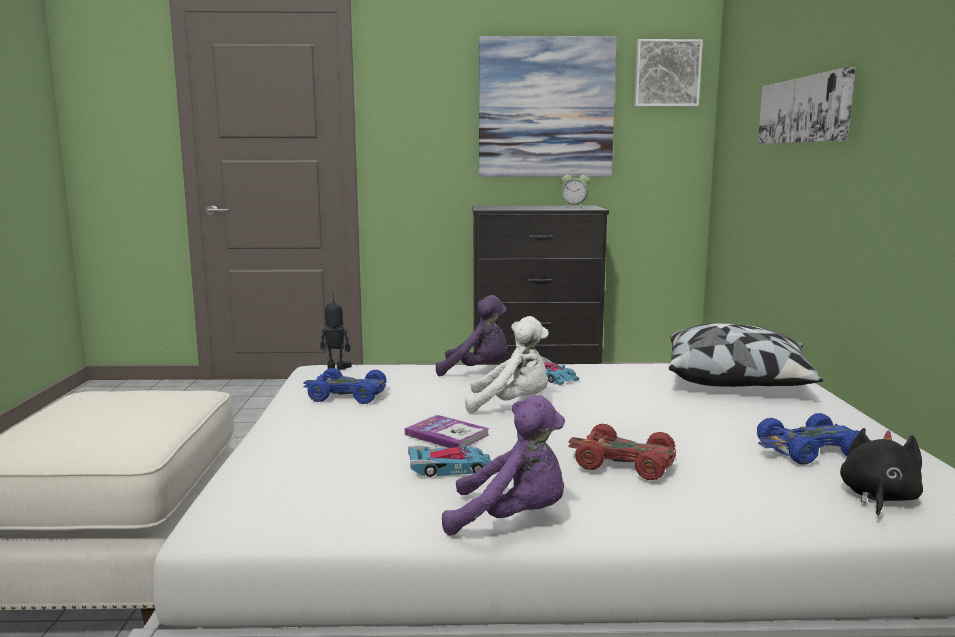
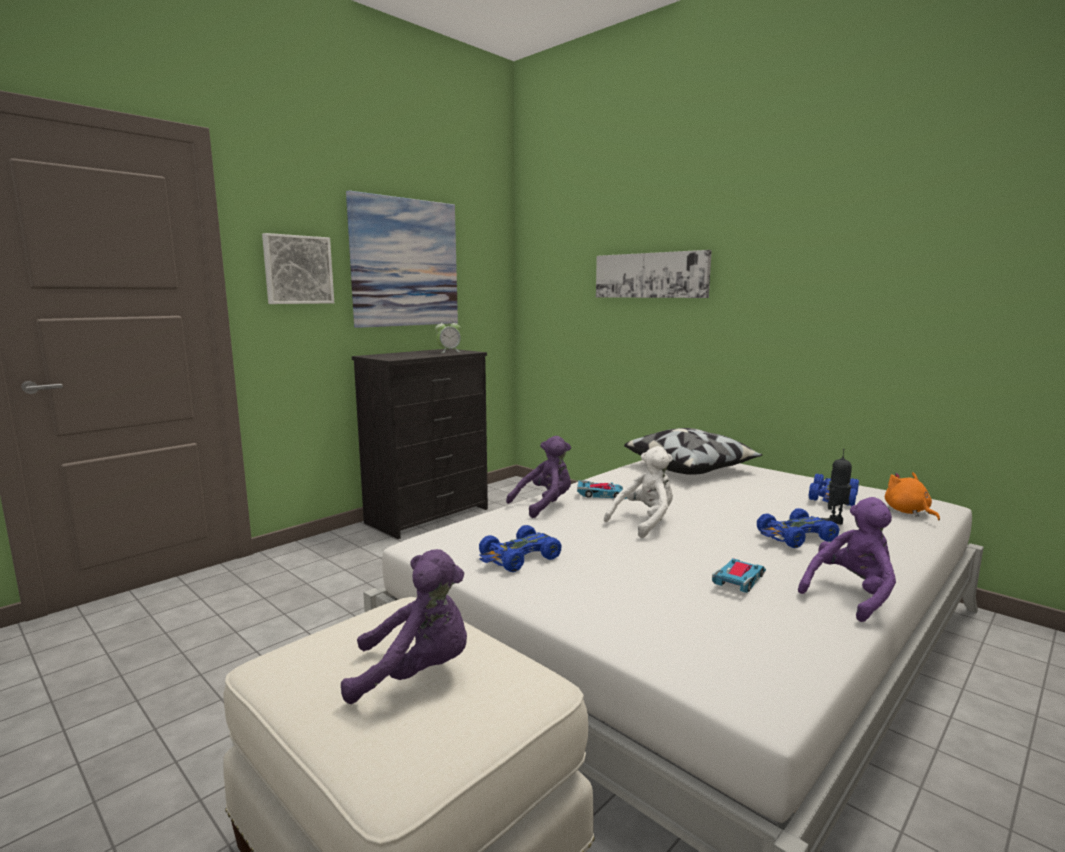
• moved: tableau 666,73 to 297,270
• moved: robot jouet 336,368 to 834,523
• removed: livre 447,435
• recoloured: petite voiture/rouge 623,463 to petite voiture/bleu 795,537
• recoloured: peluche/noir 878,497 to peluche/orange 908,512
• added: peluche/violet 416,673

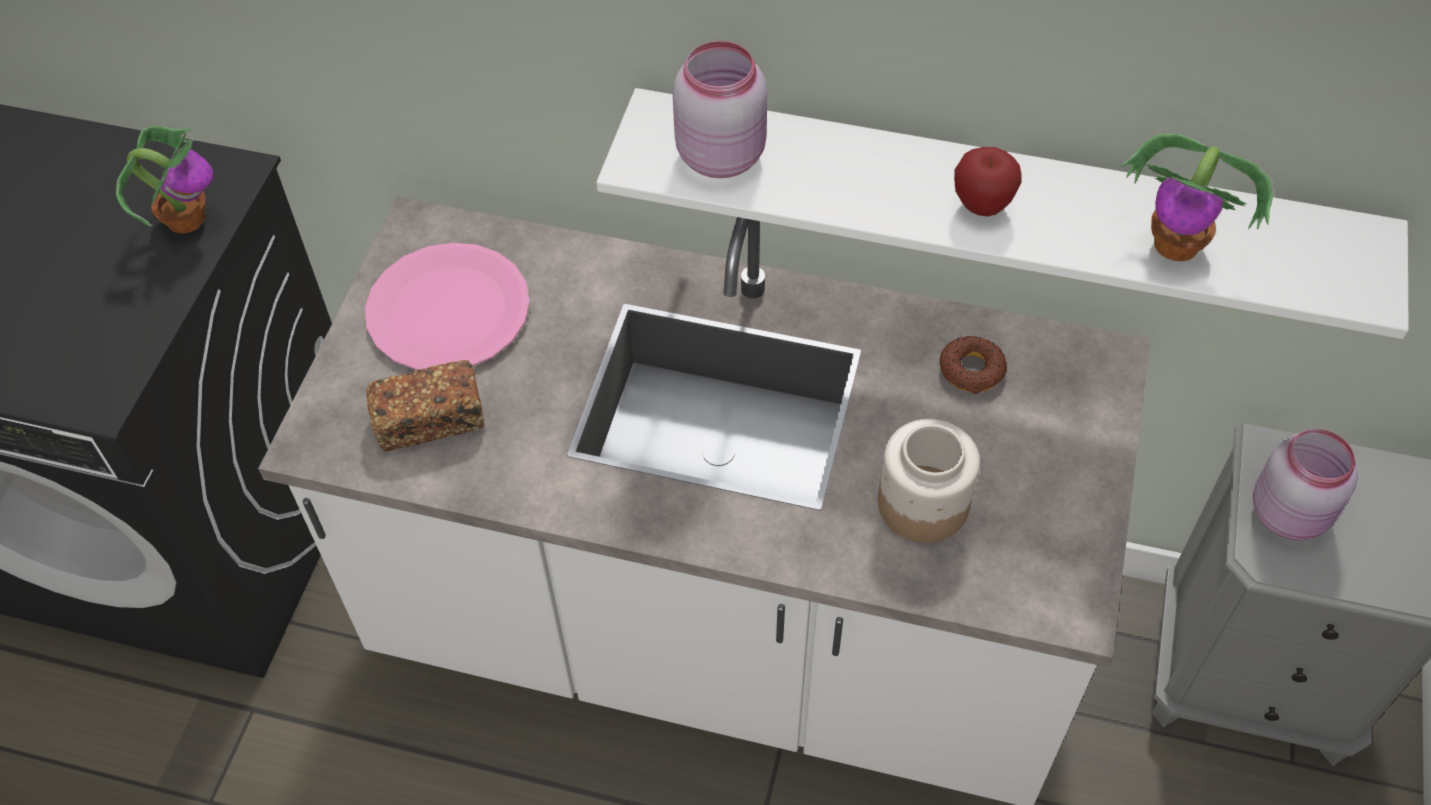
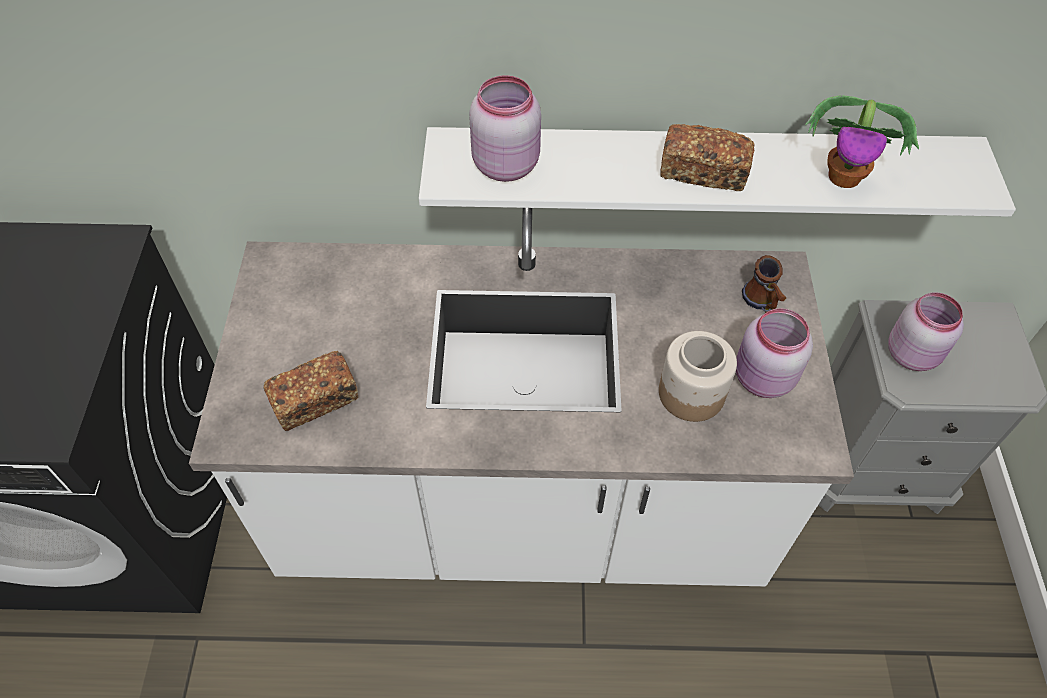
• removed: plante en pot 186,218
• replaced: pomme 982,206 to pain 703,171
• removed: assiette/rose 449,310
• removed: beignet 972,370
• added: mug 762,304
• added: bocal/rose 762,379

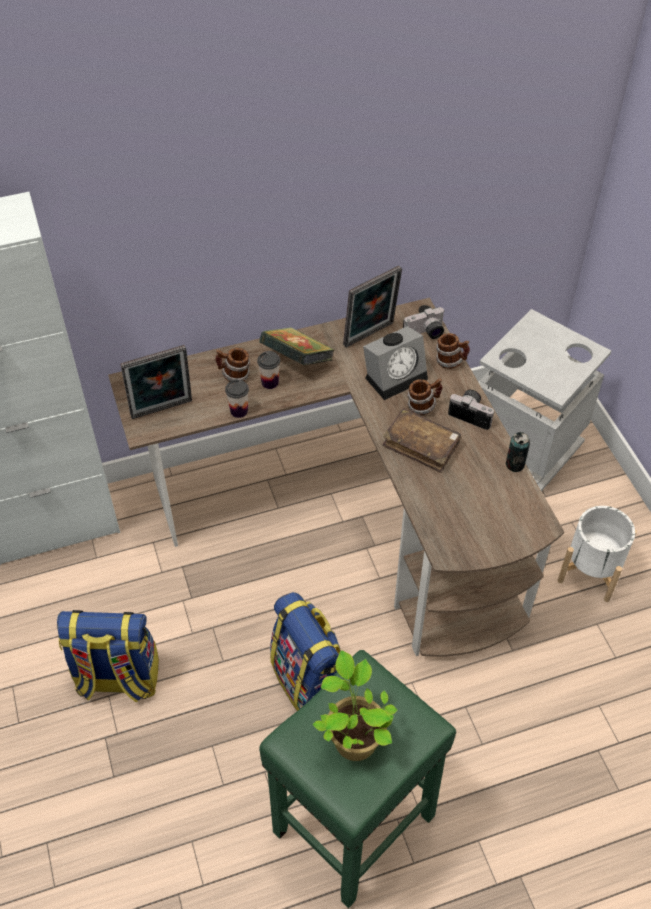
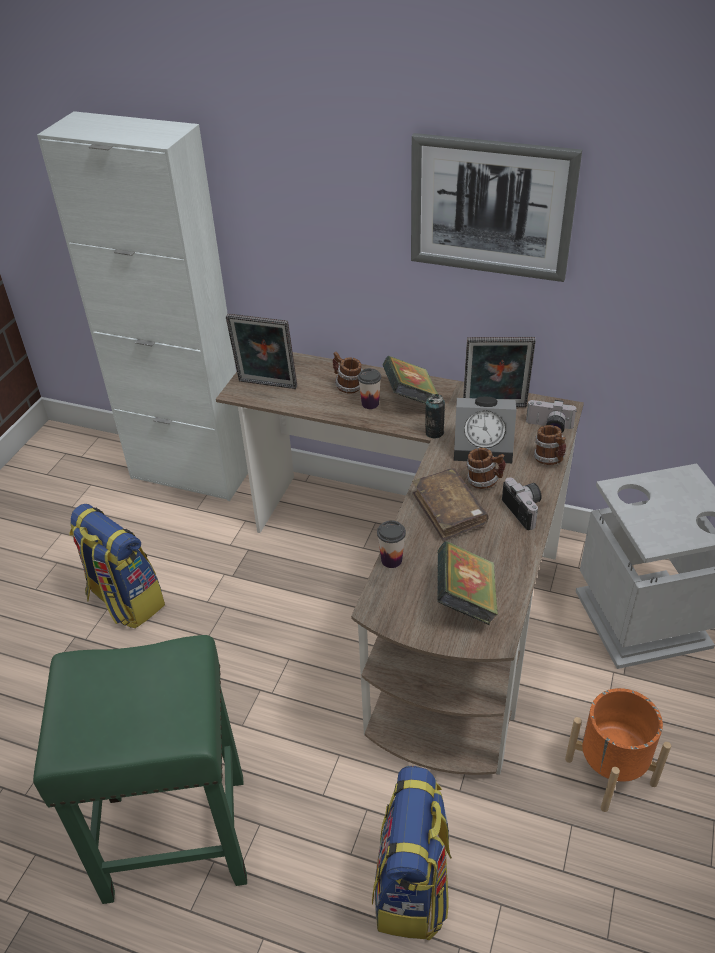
• moved: tasse 239,411 to 391,560
• moved: boîte métallique 515,464 to 434,432
• recoloured: cache-pot/blanc 590,571 to cache-pot/orange 610,771
• moved: sac à dos 309,682 to 413,888
• removed: plante en pot 354,738
• added: tableau 491,207
• added: livre 465,600

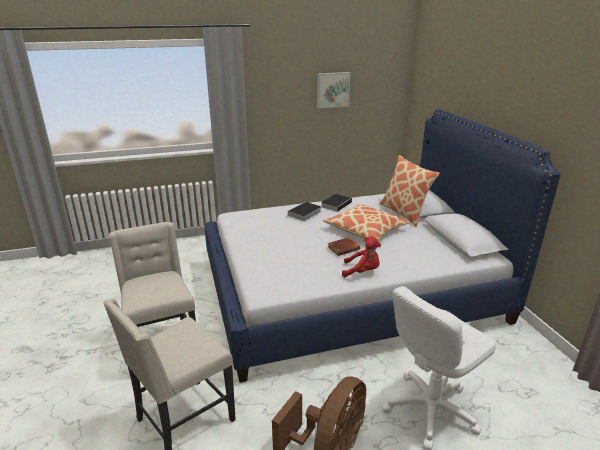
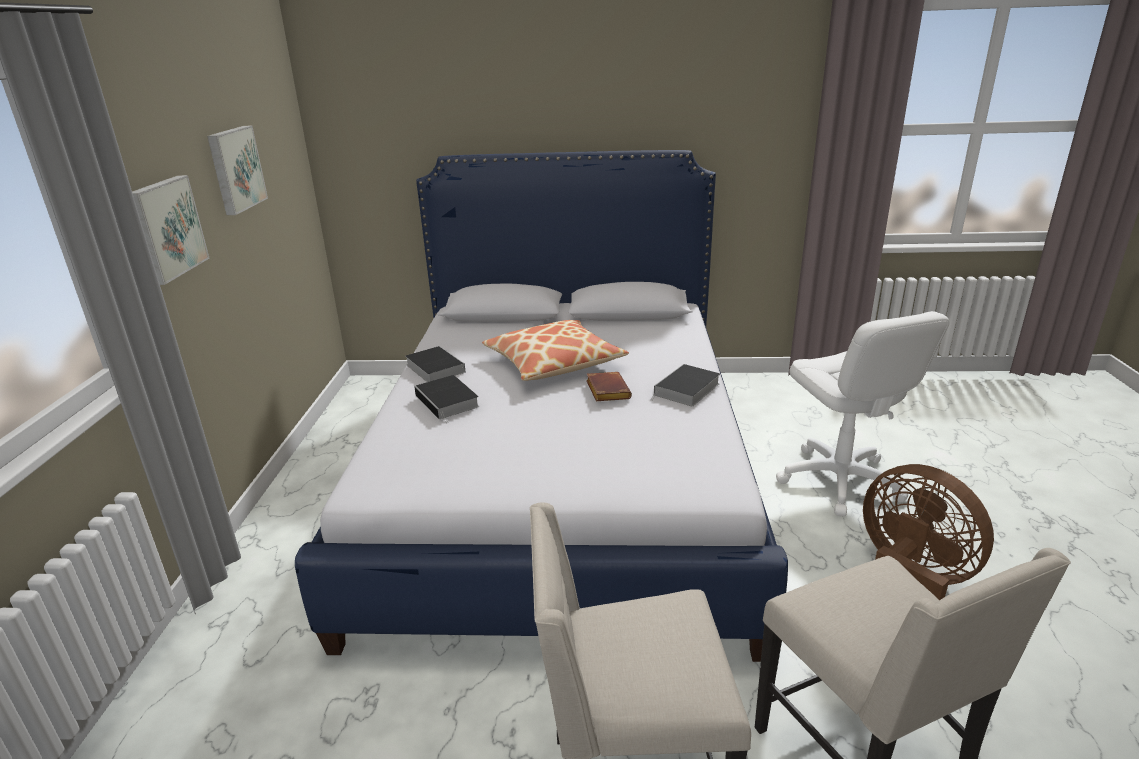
• removed: coussin 404,213
• replaced: peluche/rouge 362,272 to livre 686,390
• added: tableau 165,228

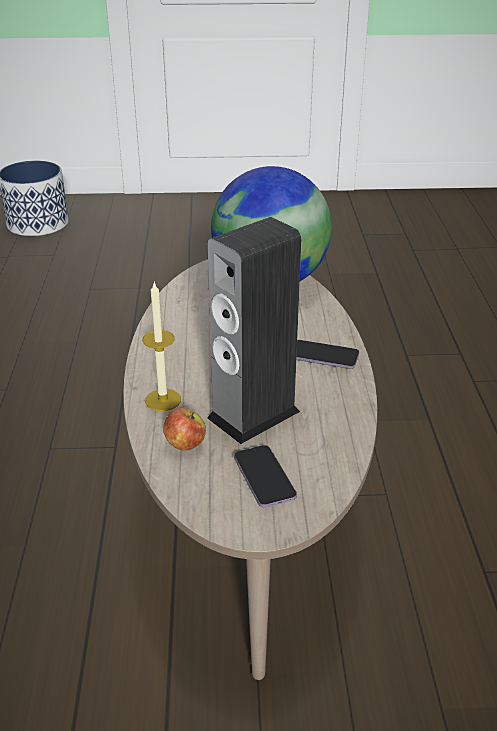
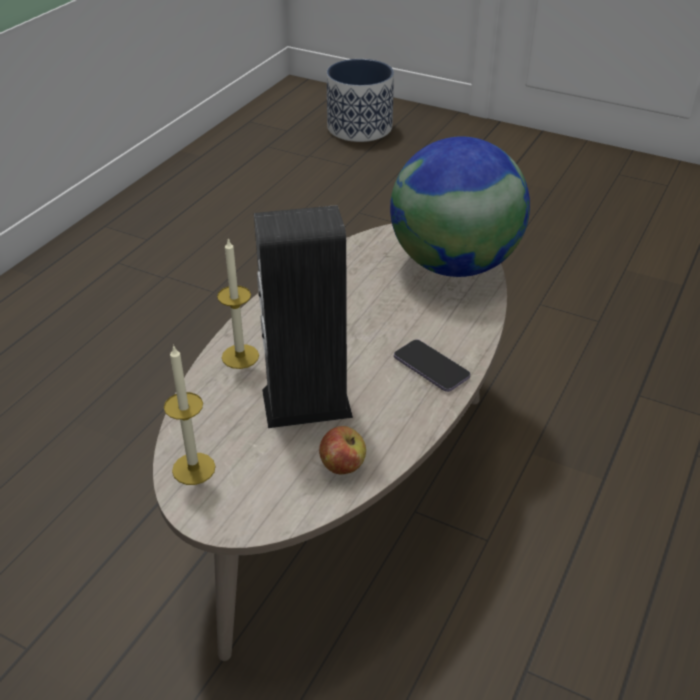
• moved: pomme 185,444 to 342,466
• removed: téléphone 264,478
• added: bougie 193,468

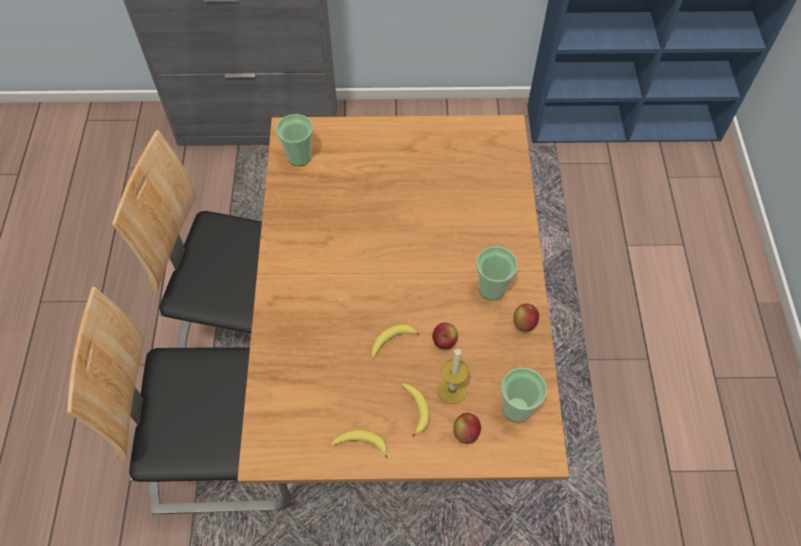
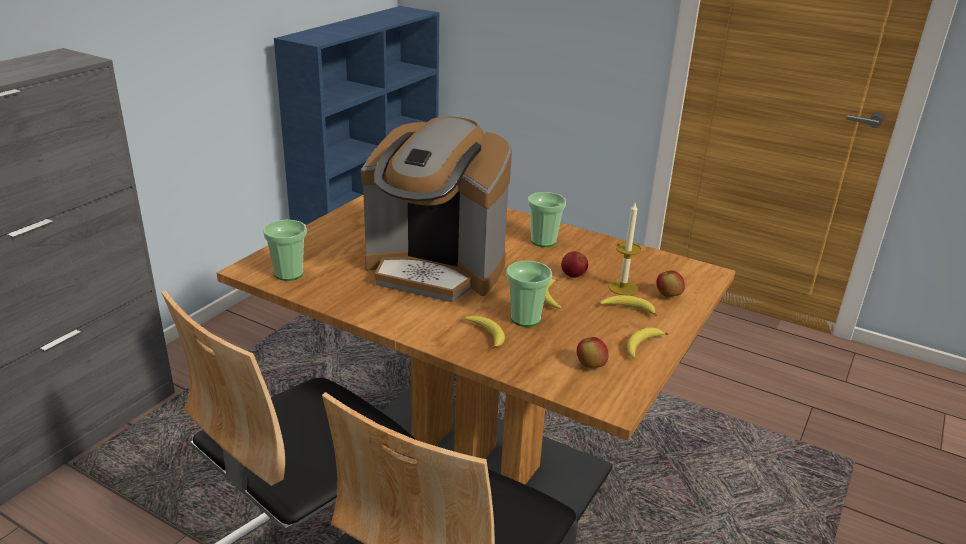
• moved: pomme 524,323 to 590,365
• moved: tasse 517,408 to 525,318
• added: machine à café 436,270
• added: banane 487,335

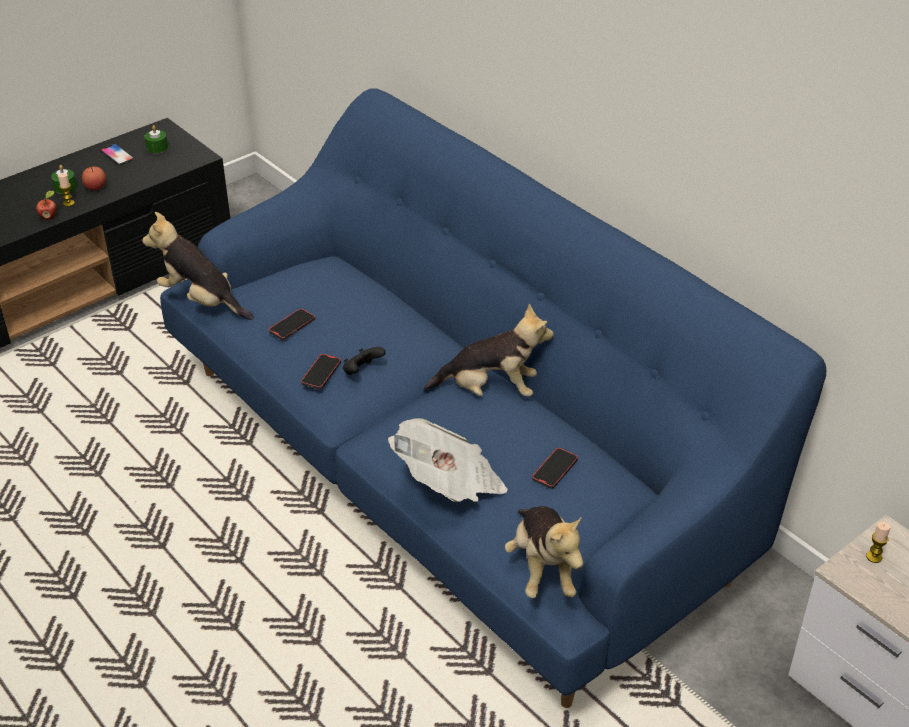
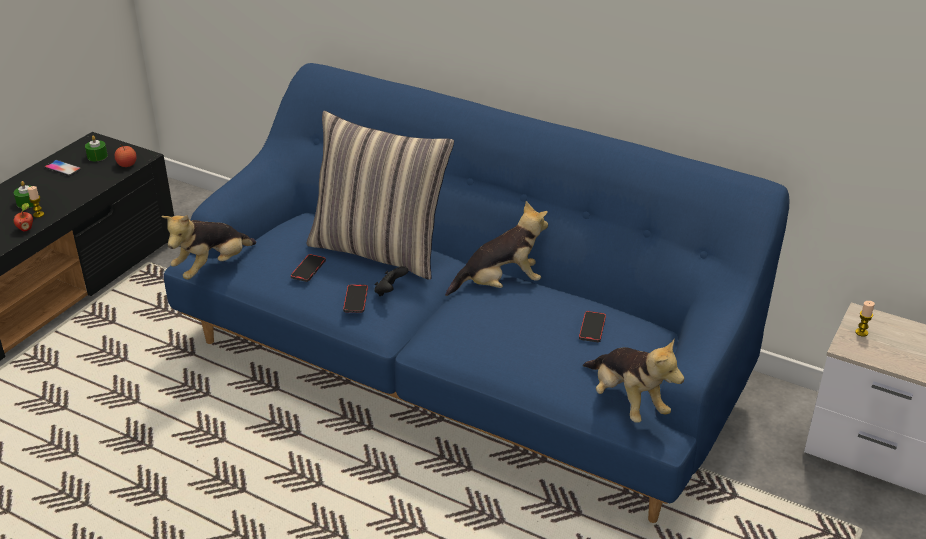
• moved: pomme 95,187 to 127,164
• turned: peluche 201,300 = 212,267 60 degrees counterclockwise
• removed: journal 449,484
• added: coussin 380,250

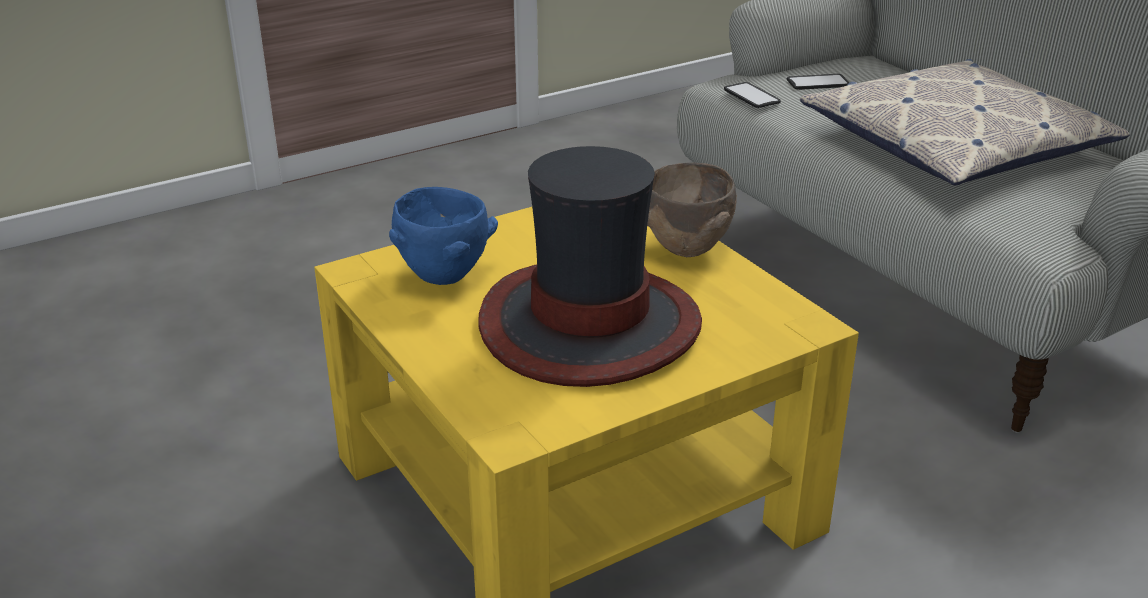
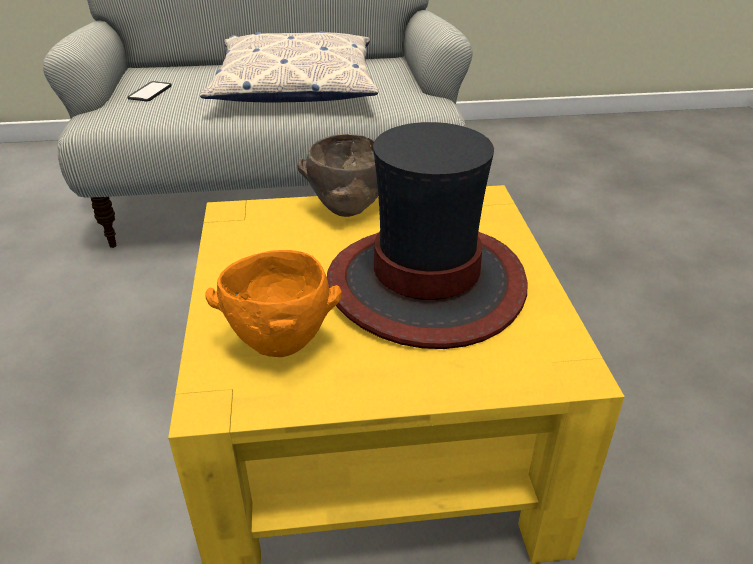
• removed: téléphone 751,96
• recoloured: bol/bleu 444,278 to bol/orange 282,344

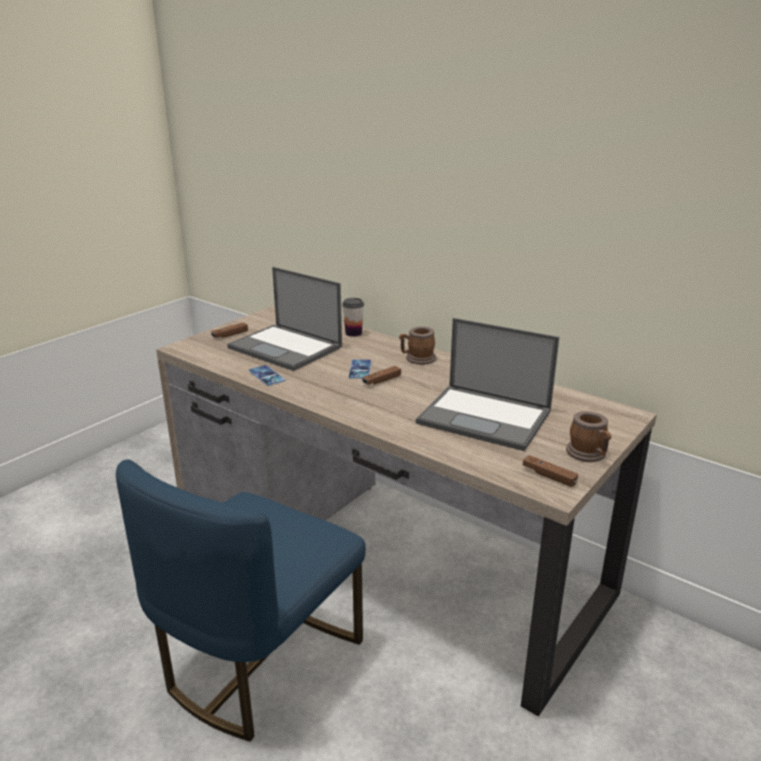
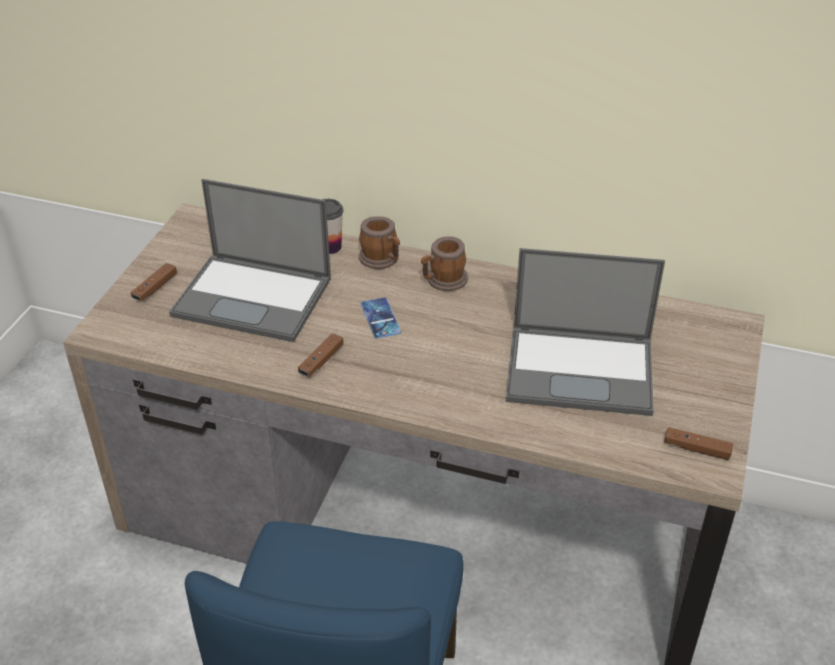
• removed: téléphone 266,376
• moved: manette/marron 382,380 to 321,361
• moved: mug 589,454 to 382,259

